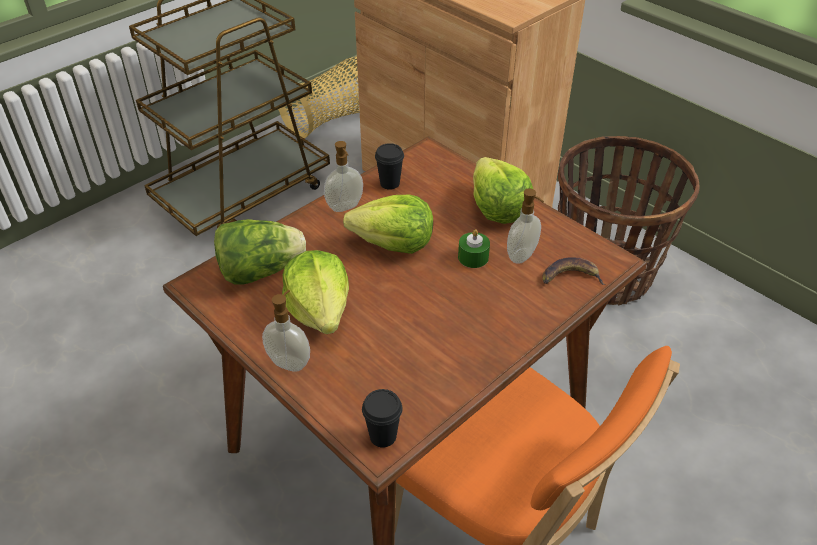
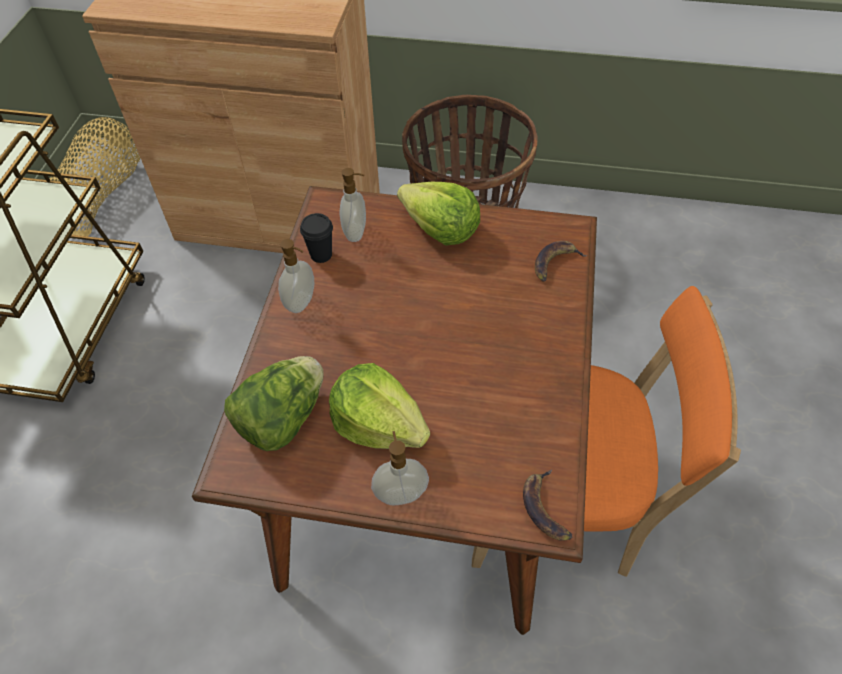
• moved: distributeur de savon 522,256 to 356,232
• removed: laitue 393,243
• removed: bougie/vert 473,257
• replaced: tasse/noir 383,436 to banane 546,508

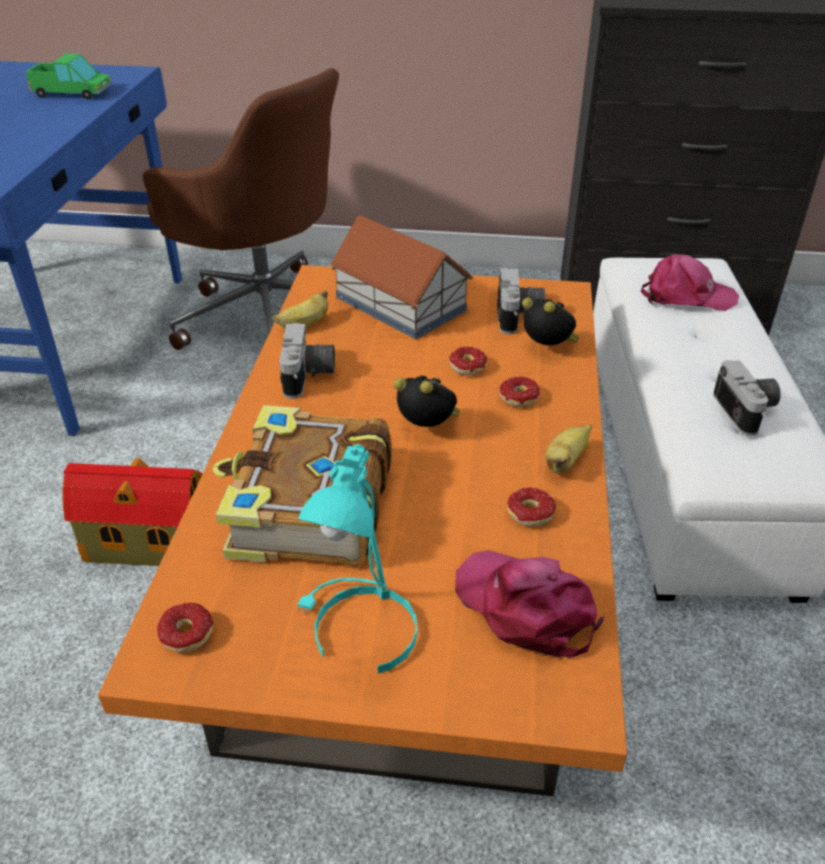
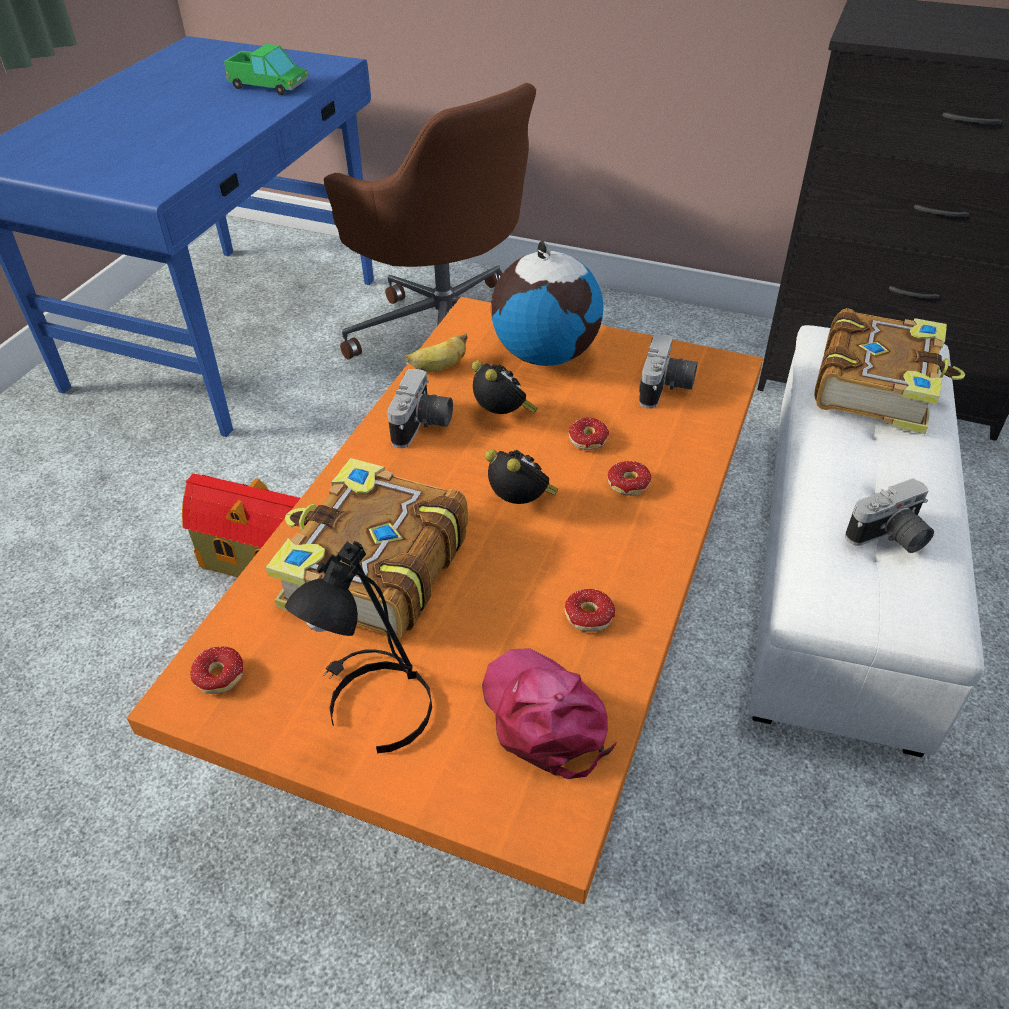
• replaced: maison miniature 400,302 to globe 545,354
• replaced: casquette/rose 686,296 to livre 877,386
• moved: réveil 548,349 to 503,416
• turned: appareil photo 747,412 = 890,538 60 degrees clockwise
• removed: banane 565,461
• recoloured: lampe de table/turquoise 358,630 to lampe de table/noir 375,706

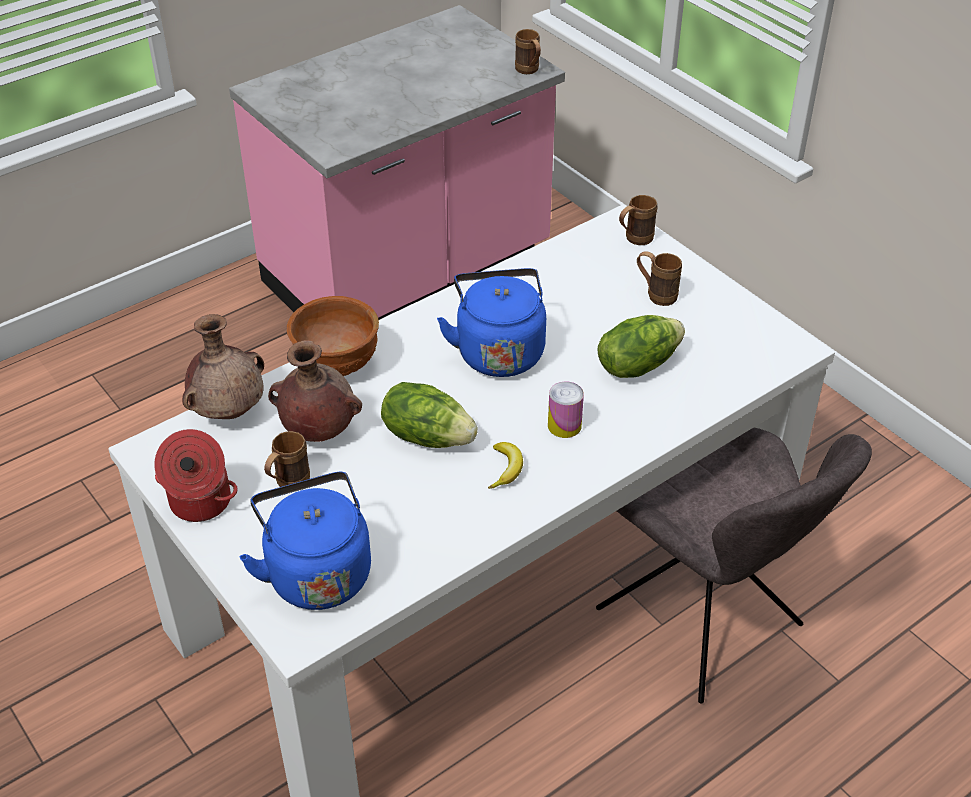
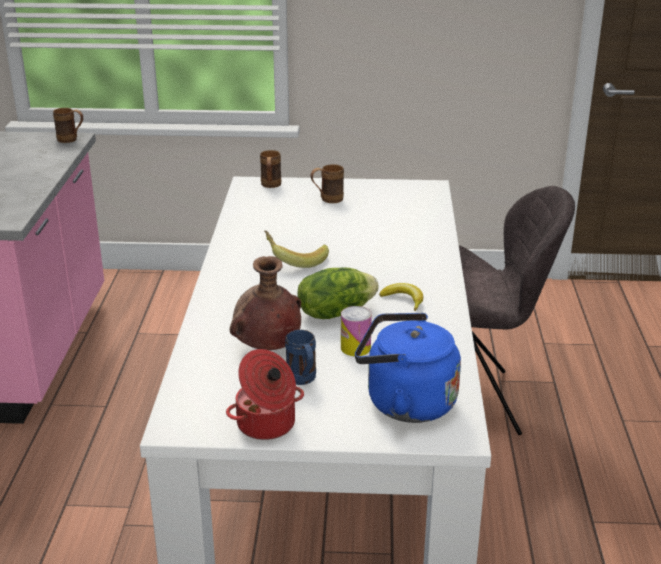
• replaced: bouilloire/bleu 498,350 to banane 295,260
• removed: bol/marron 336,364
• removed: vase/marron 230,411
• removed: laitue 637,364
• moved: boîte métallique 564,426 to 355,348
• recoloured: mug/marron 287,484 to mug/bleu 303,381

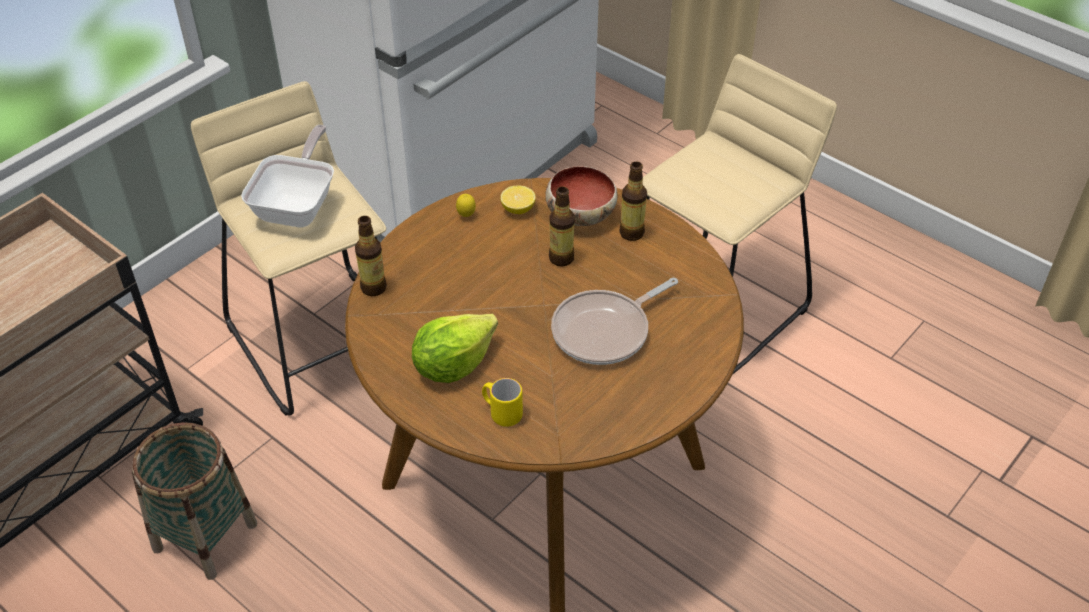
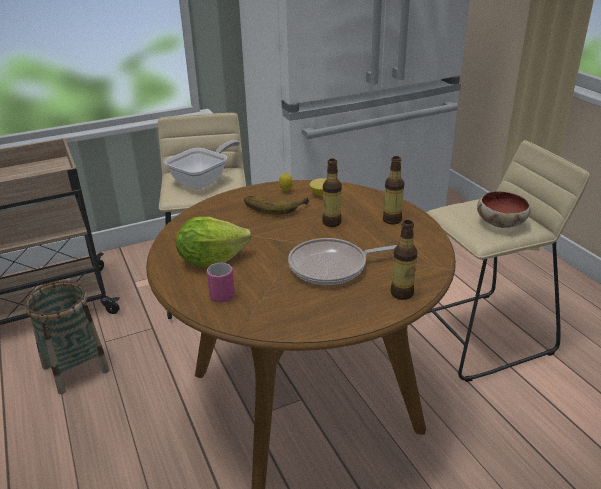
• moved: bol 579,213 to 500,223
• moved: bouteille 373,287 to 402,293
• recoloured: mug/jaune 501,413 to mug/rose 220,294
• added: banane 274,205

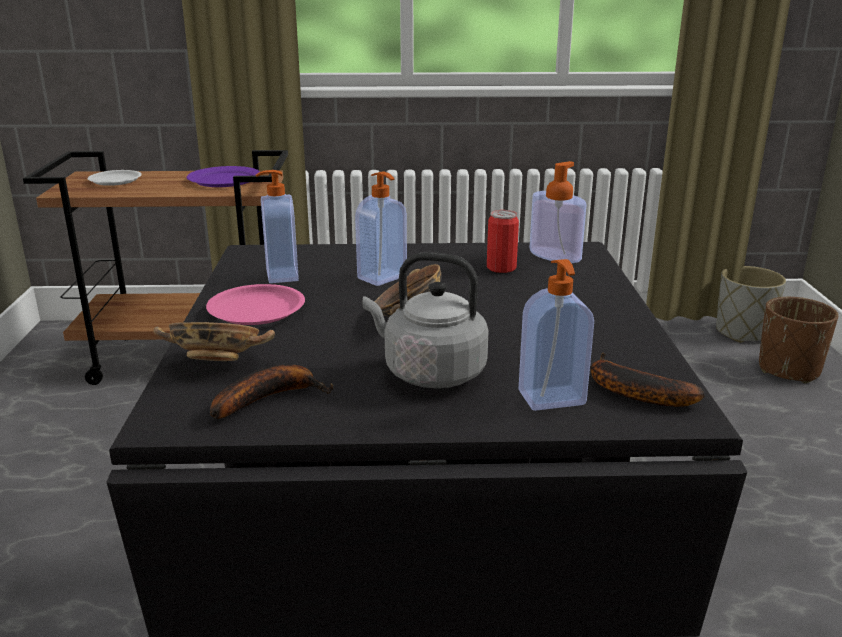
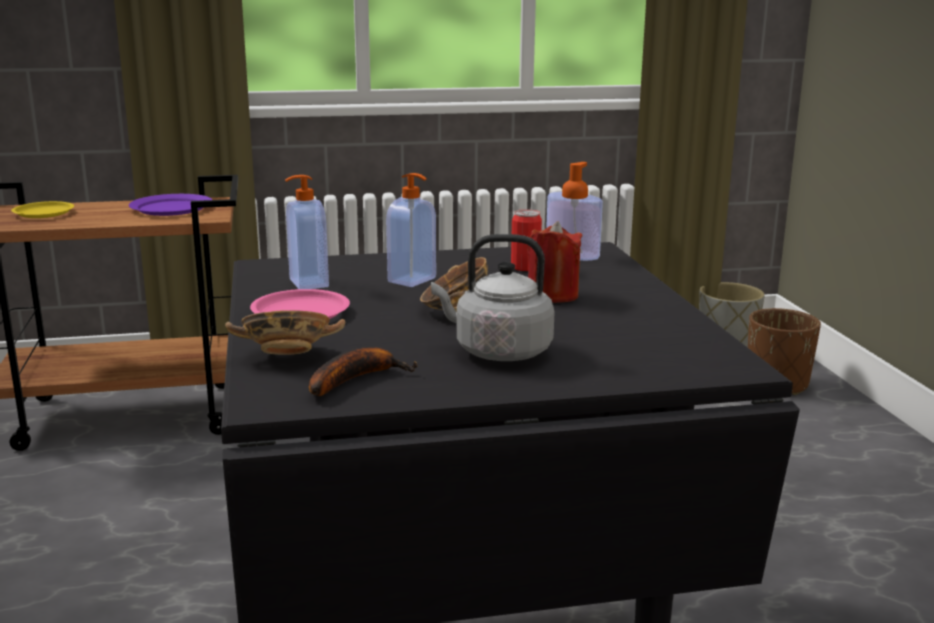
• recoloured: assiette/blanc 115,181 to assiette/jaune 44,213
• removed: distributeur de savon 552,399
• removed: banane 631,391
• added: bougie/rouge 552,295

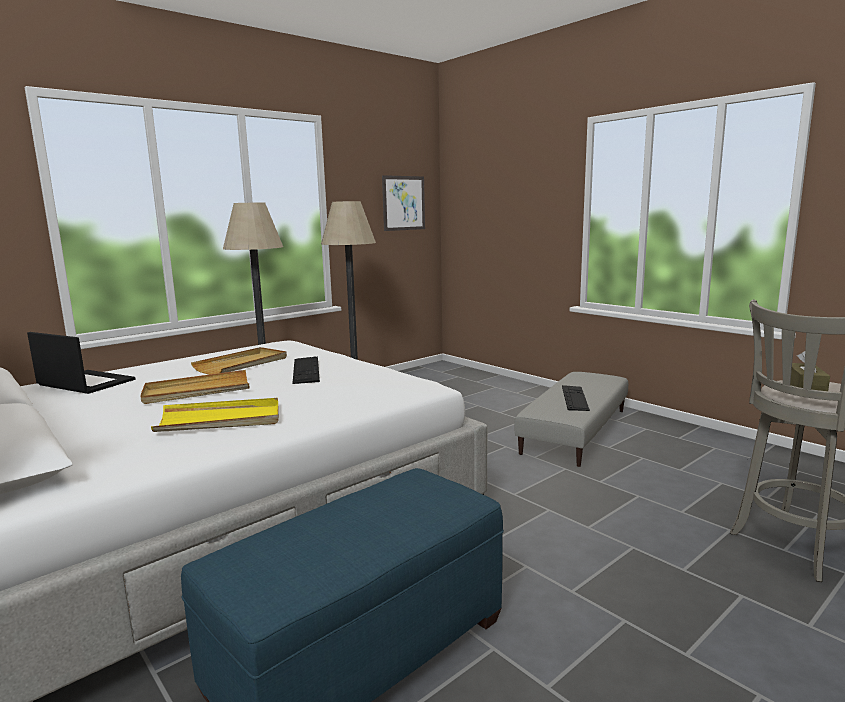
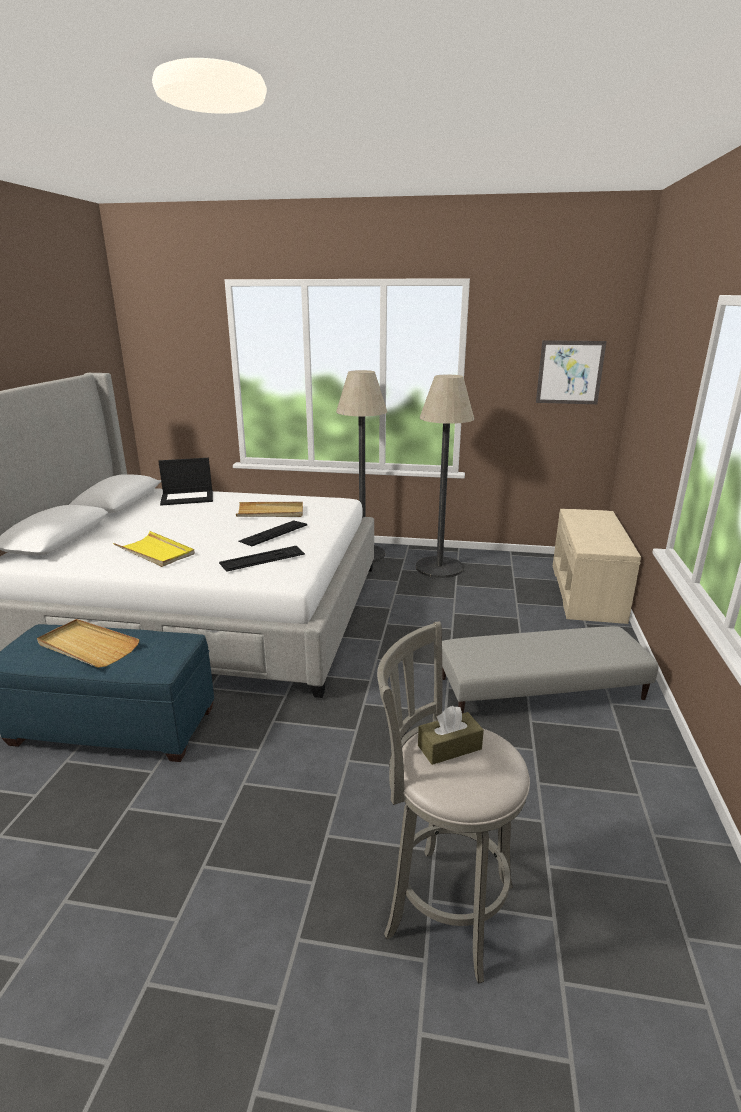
• turned: ordinateur portable 85,383 = 188,498 90 degrees clockwise
• moved: plateau/beige 197,391 to 87,646
• moved: clavier 574,398 to 262,558
• added: banc/beige 588,593

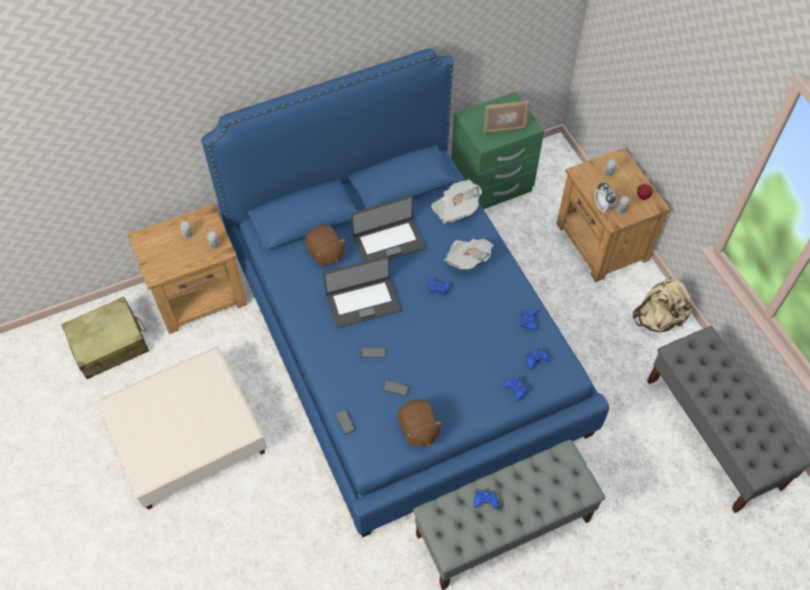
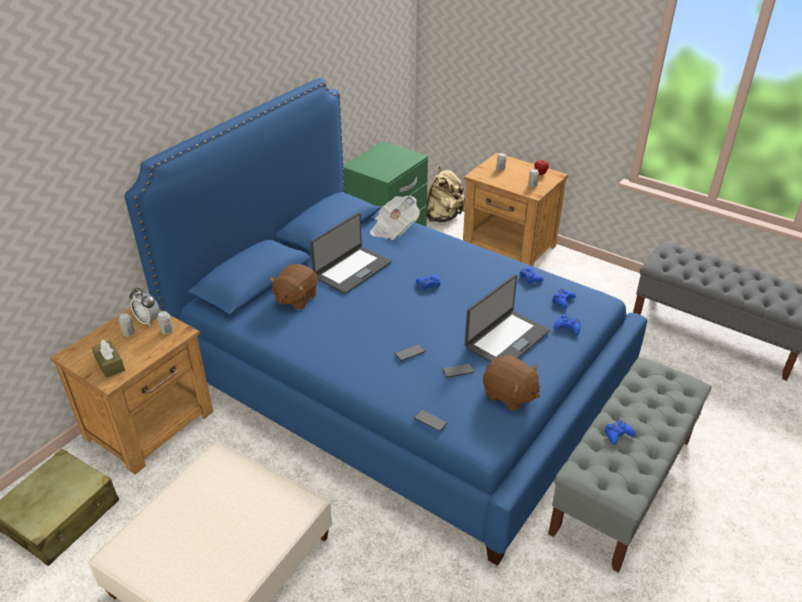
• removed: cadre photo 504,129
• moved: réveil 603,207 to 148,321
• turned: peluche/marron 326,254 = 295,298 90 degrees clockwise
• removed: journal 467,259
• moved: ordinateur portable 363,302 to 506,339
• moved: sac à dos/beige 658,319 to 442,217
• added: boîte à mouchoirs/marron 110,364

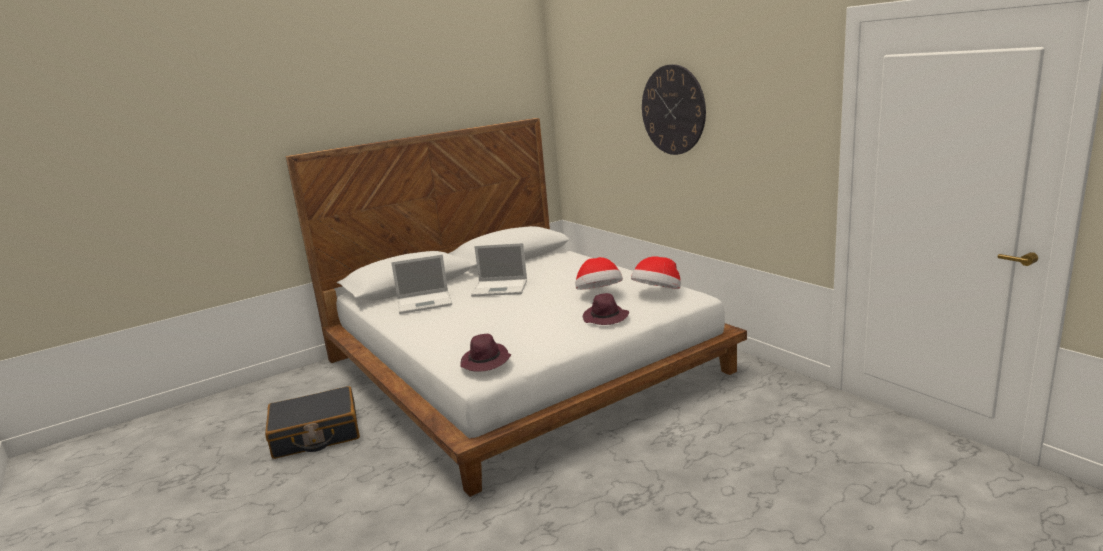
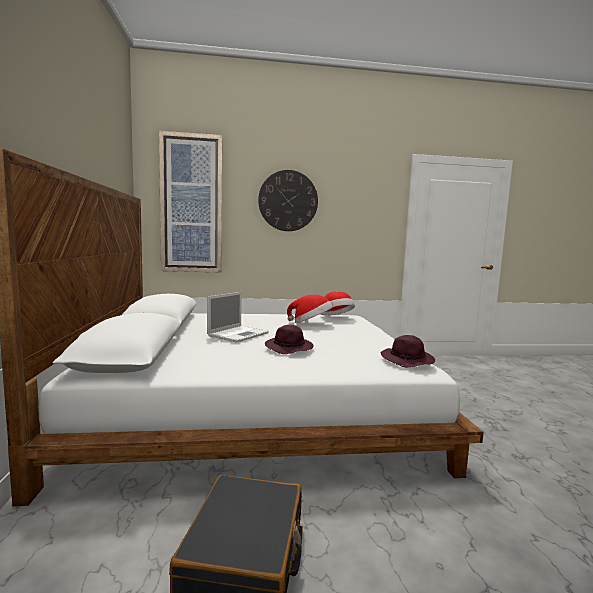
• removed: ordinateur portable 425,302
• moved: chapeau/violet 606,318 to 289,348
• added: tableau 191,204

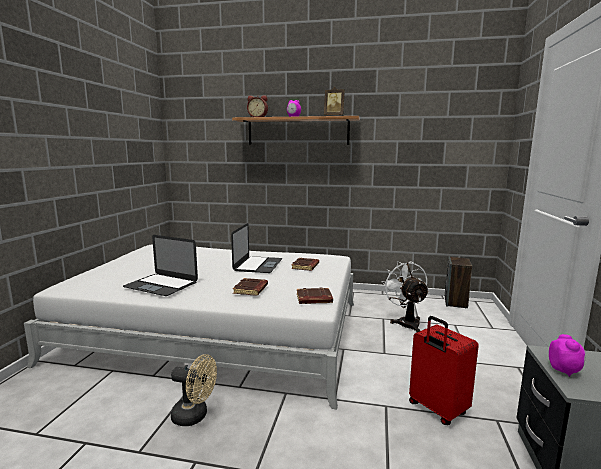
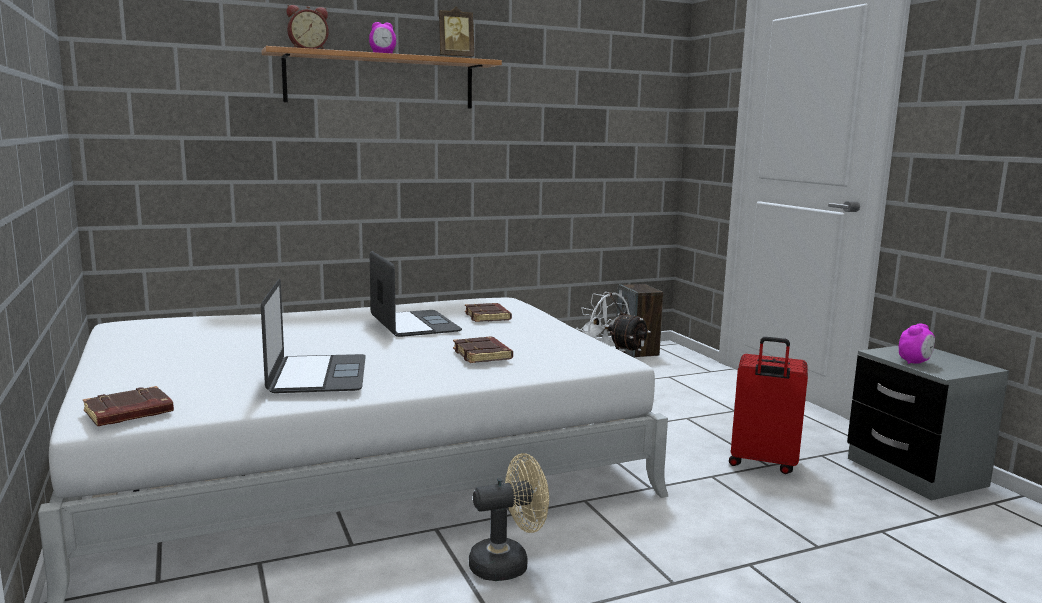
• turned: ordinateur portable 161,284 = 318,374 90 degrees counterclockwise
• moved: livre/marron 314,299 to 128,413
• turned: réveil 564,370 = 914,362 75 degrees clockwise

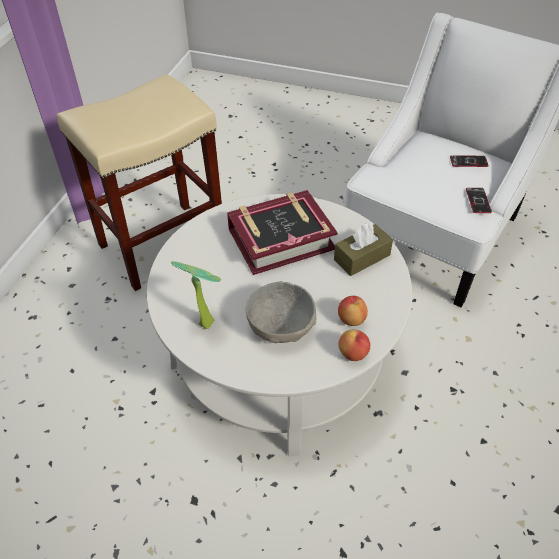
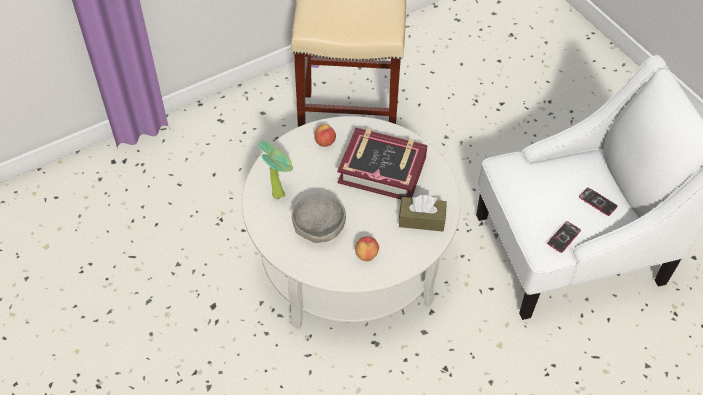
• moved: pomme 353,353 to 325,142

